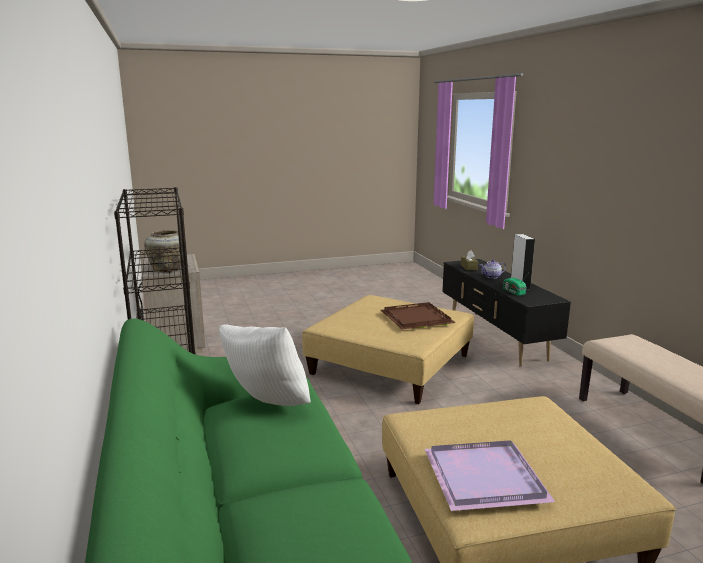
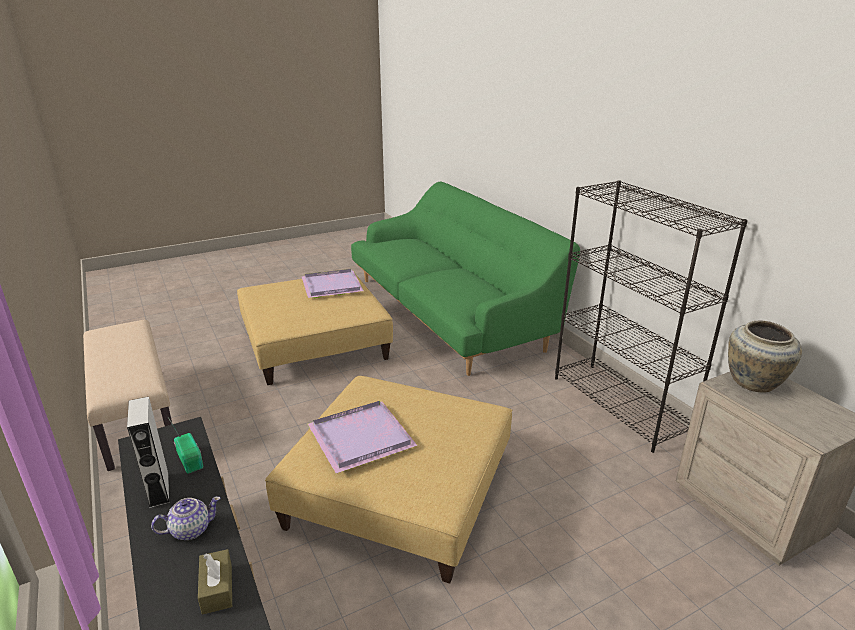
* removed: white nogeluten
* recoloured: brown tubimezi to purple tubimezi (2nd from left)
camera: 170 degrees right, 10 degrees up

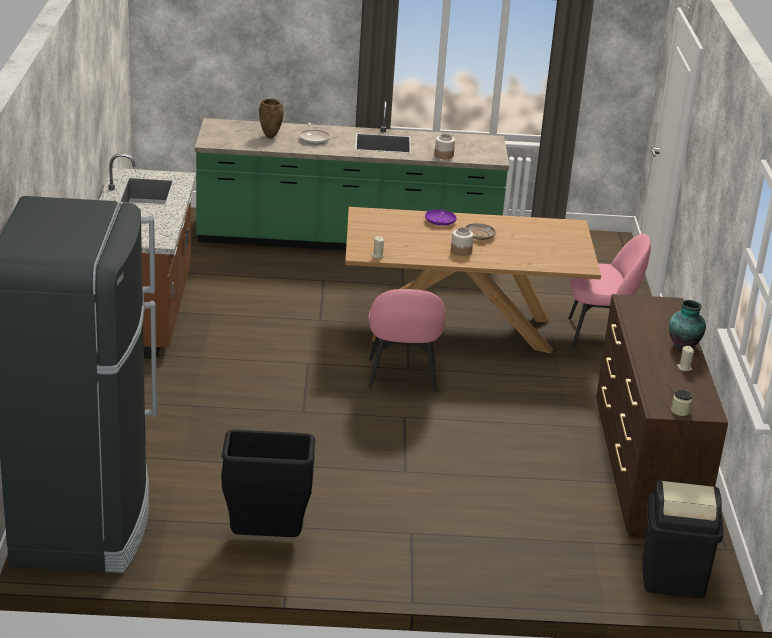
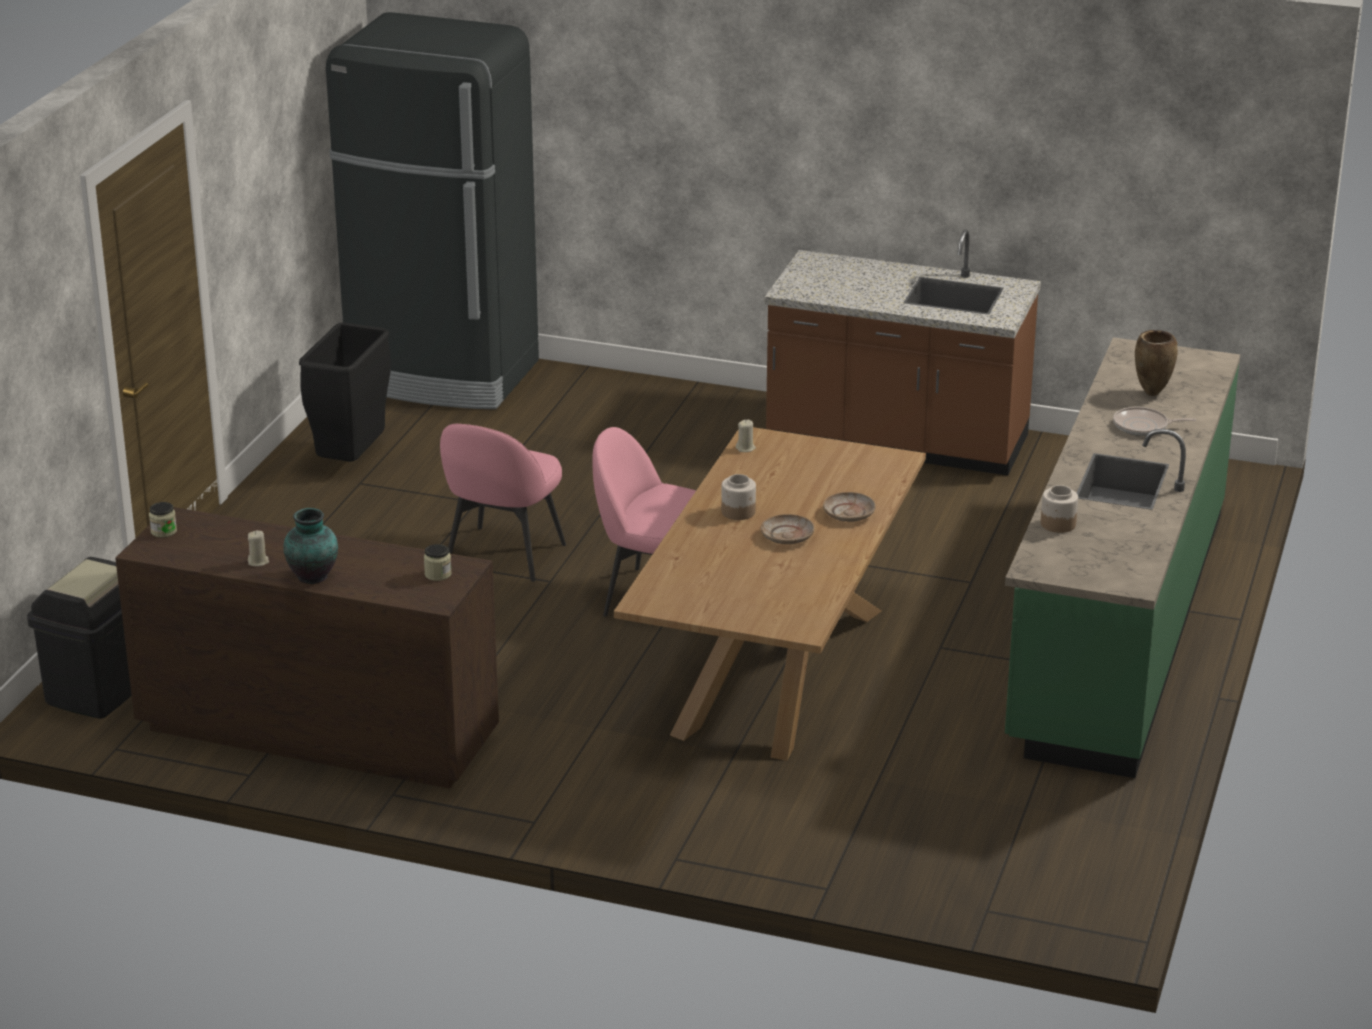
* recoloured: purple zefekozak to beige zefekozak (2nd from left)
* moved: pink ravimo (2nd from left in the first image) to pink ravimo (1st from left)
* added: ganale (2nd from left)
camera: 110 degrees right, 0 degrees up

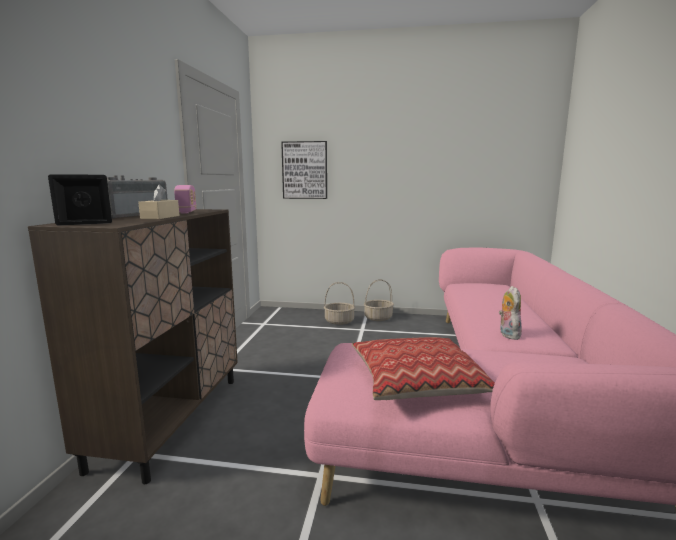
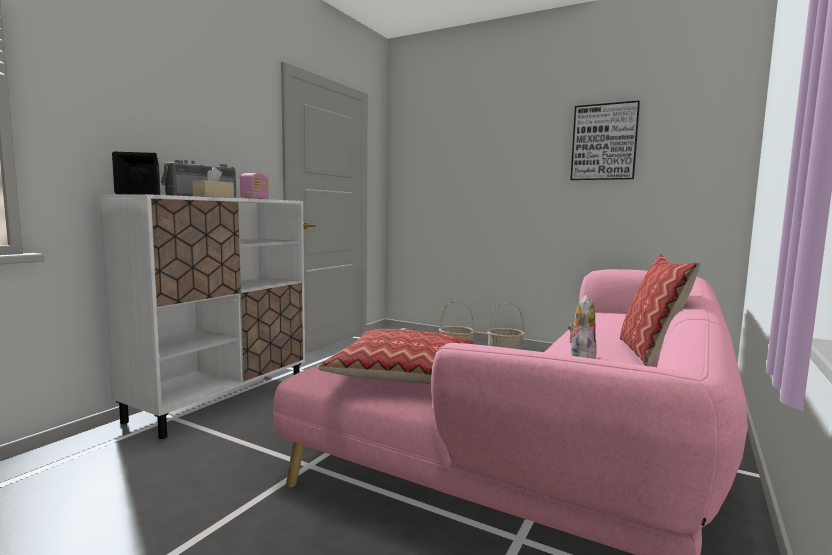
* recoloured: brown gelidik to white gelidik
* moved: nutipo
* added: nogeluten (2nd from left)
camera: 20 degrees right, 5 degrees down

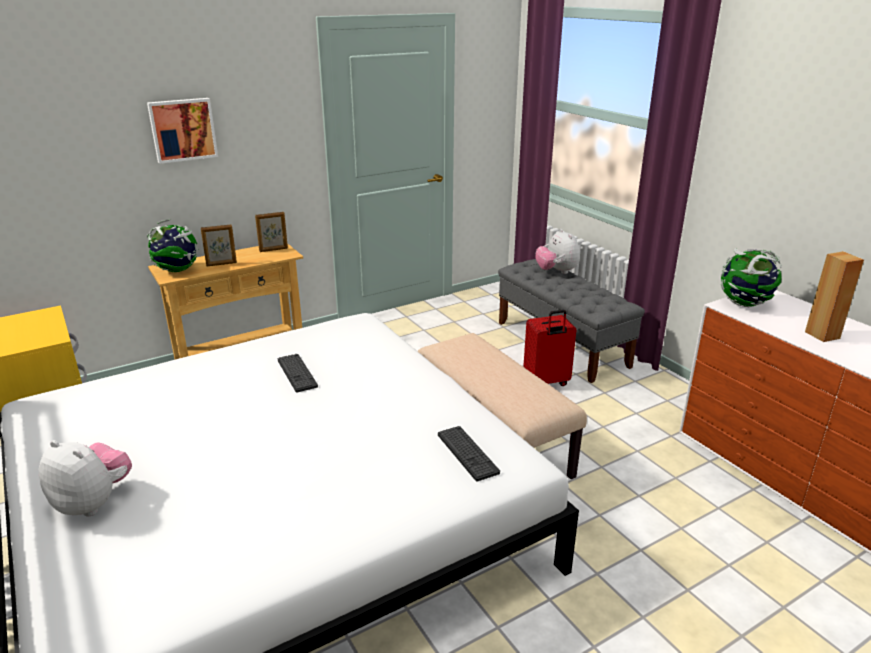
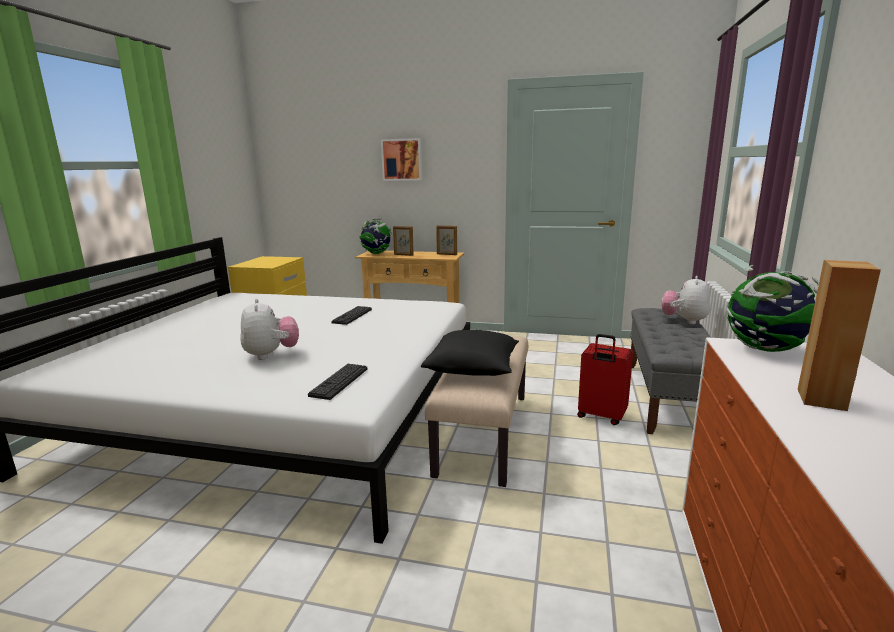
* moved: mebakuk (1st from left)
* added: black nogeluten
camera: 45 degrees right, 10 degrees down

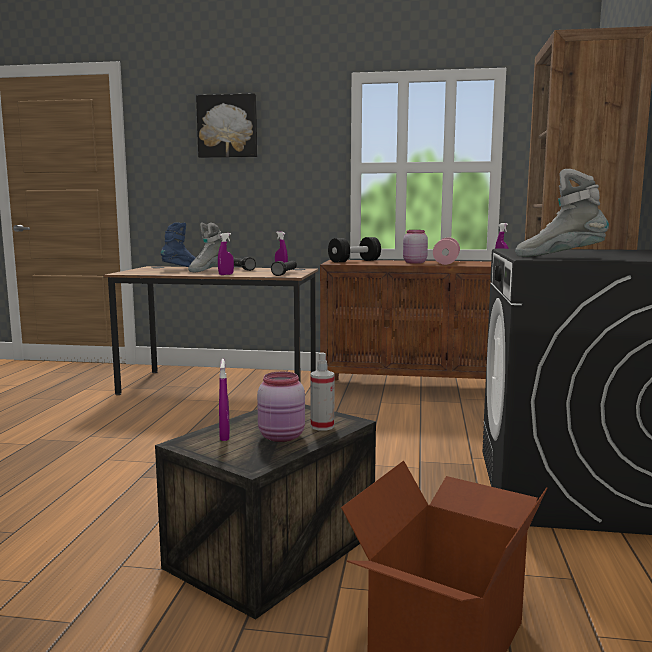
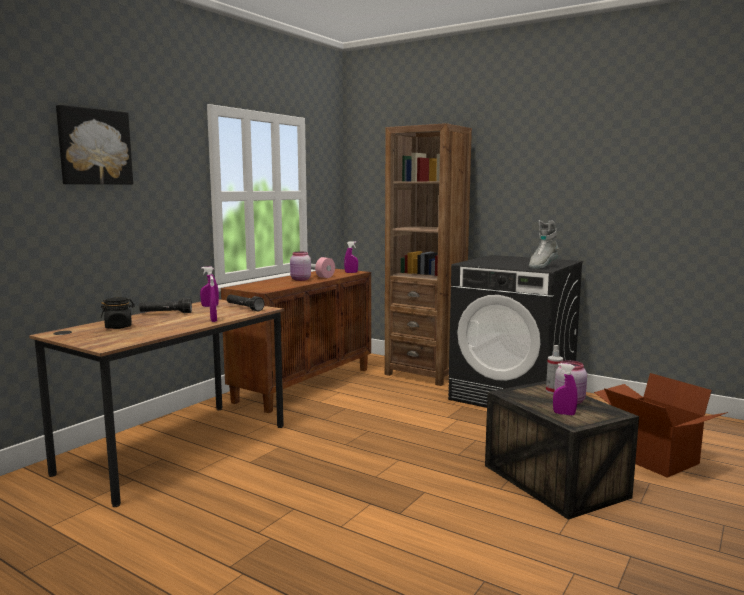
* replaced: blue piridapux to black ganale
* removed: grey piridapux (1st from left)
* removed: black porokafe
camera: 65 degrees left, 0 degrees up

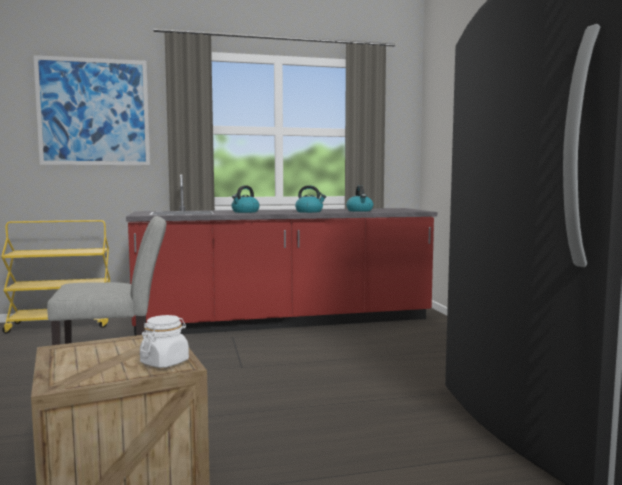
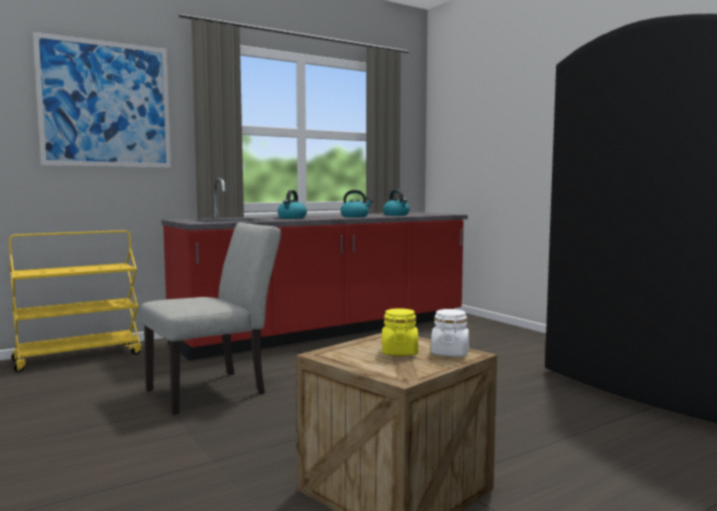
* added: yellow ganale
camera: 20 degrees left, 0 degrees up

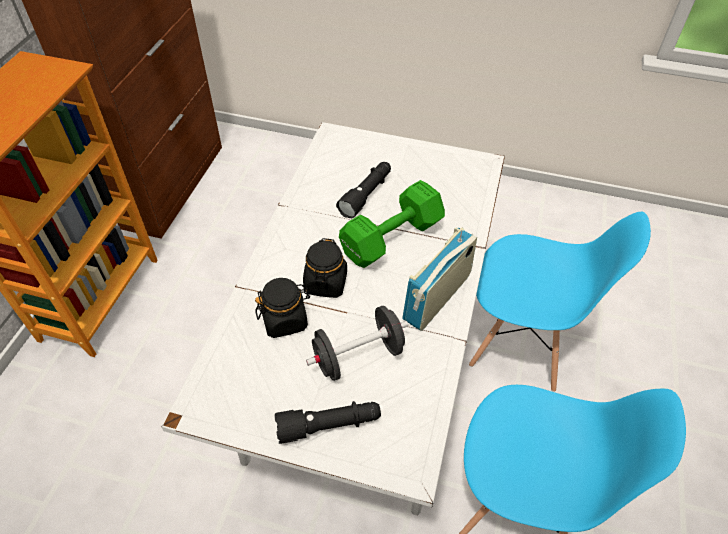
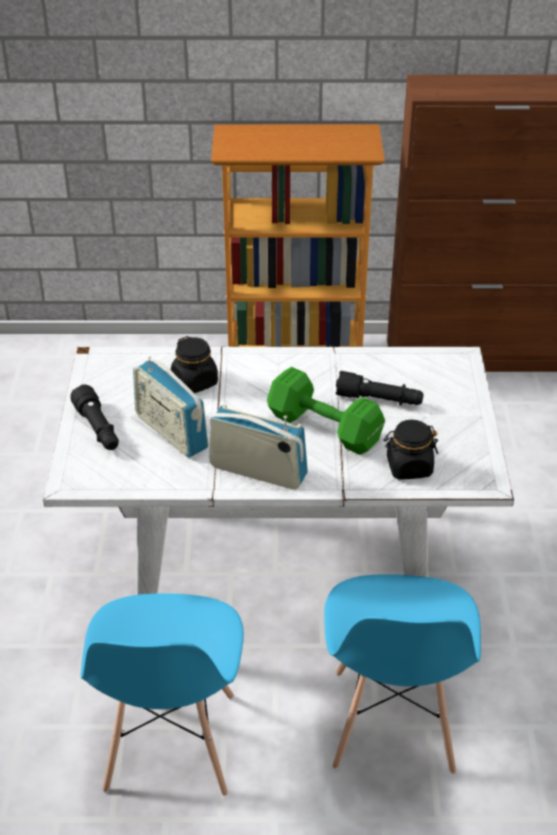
* moved: black ganale (2nd from left)
* replaced: black porokafe to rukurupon (1st from left)
camera: 75 degrees right, 10 degrees down

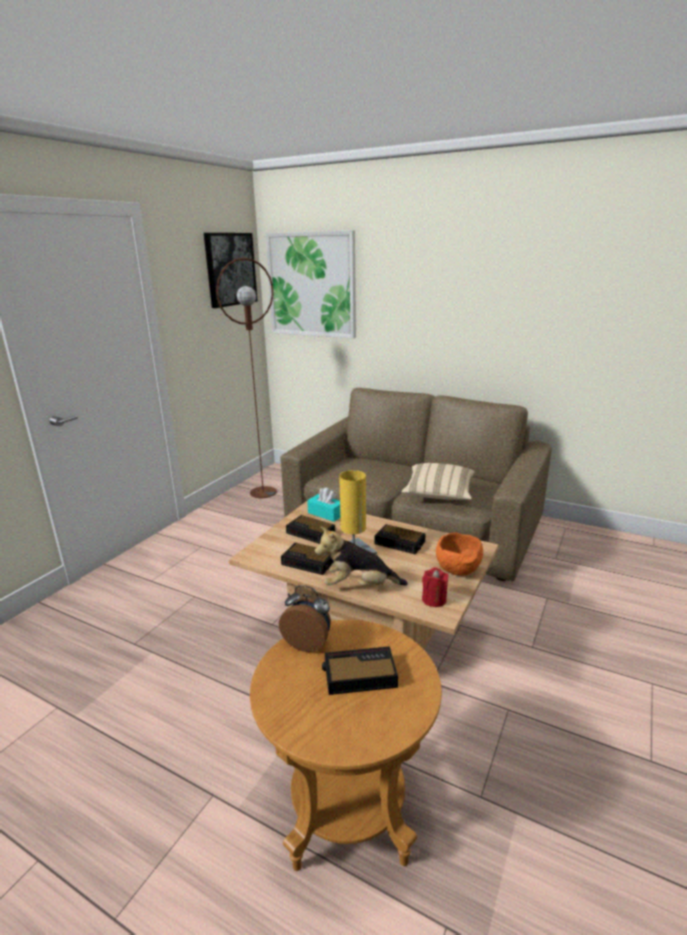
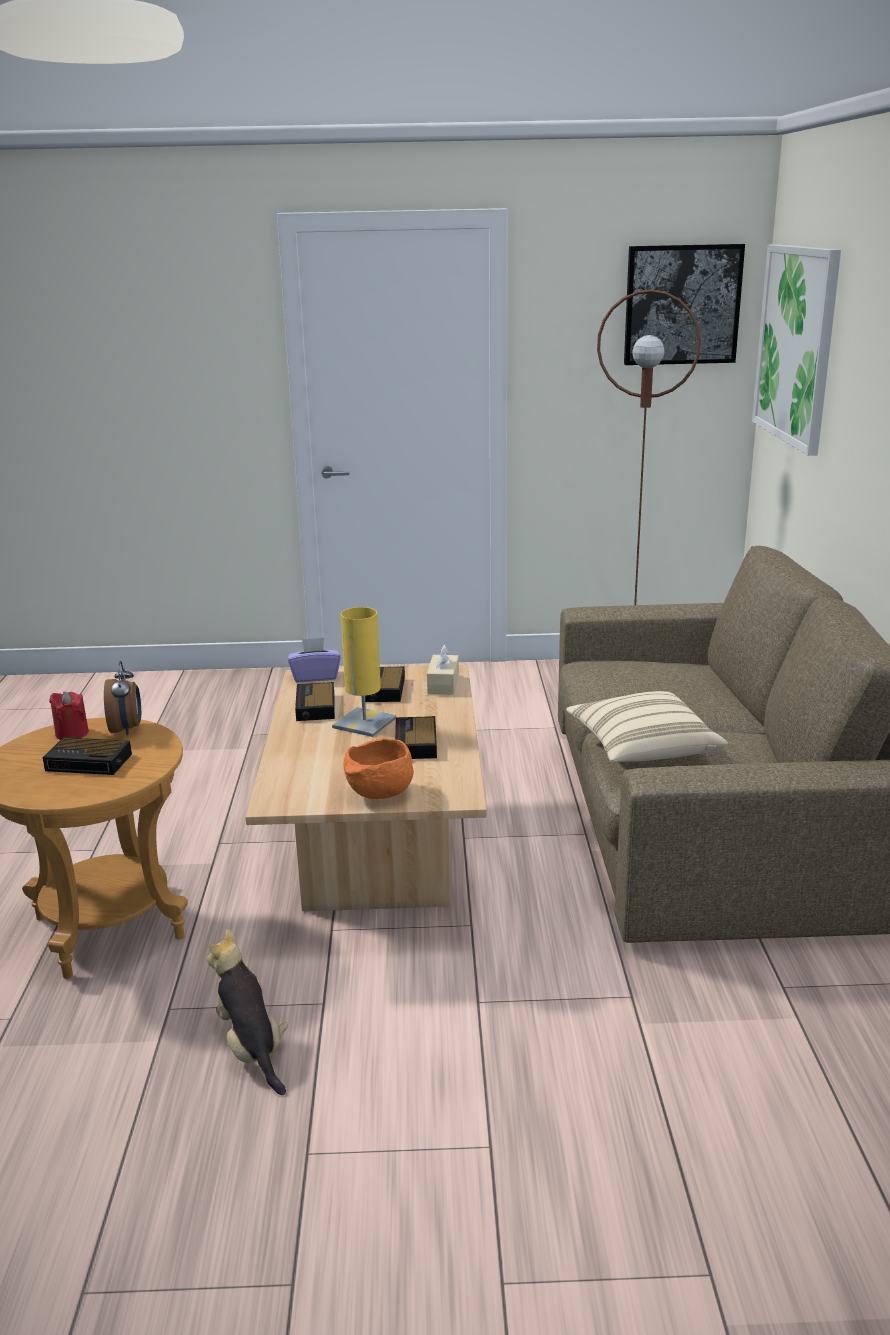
* recoloured: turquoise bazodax to beige bazodax
* moved: mebakuk
* turned: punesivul (4th from left in the first image) 135 degrees clockwise
* moved: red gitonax
* added: purple bazodax
camera: 60 degrees right, 0 degrees up

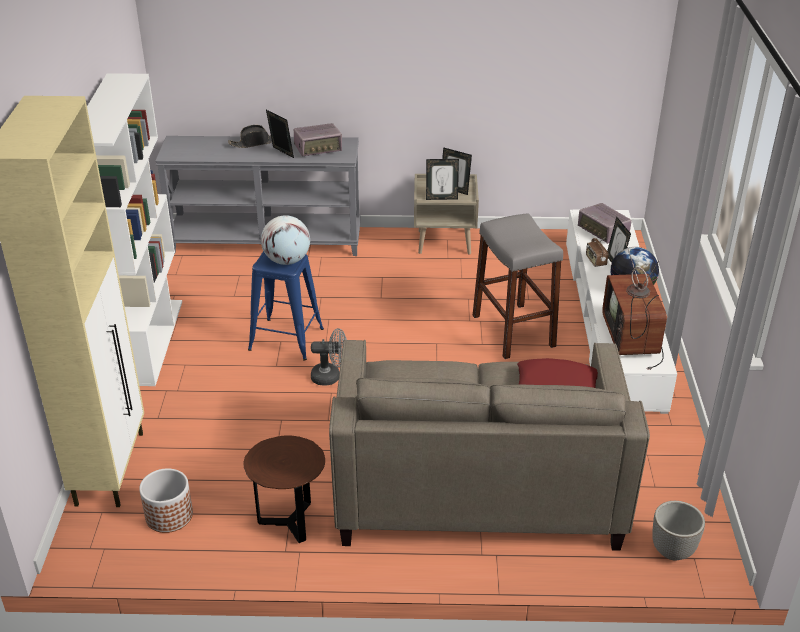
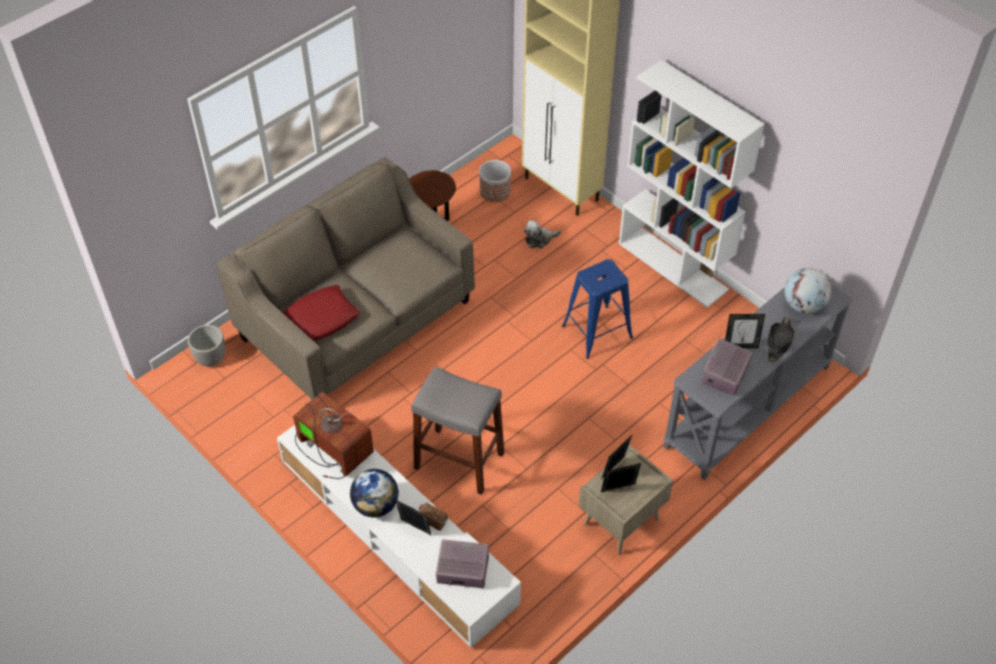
* moved: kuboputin (1st from left in the first image) to kuboputin (2nd from left)
* removed: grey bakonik
* added: mebakuk
camera: 135 degrees right, 15 degrees up

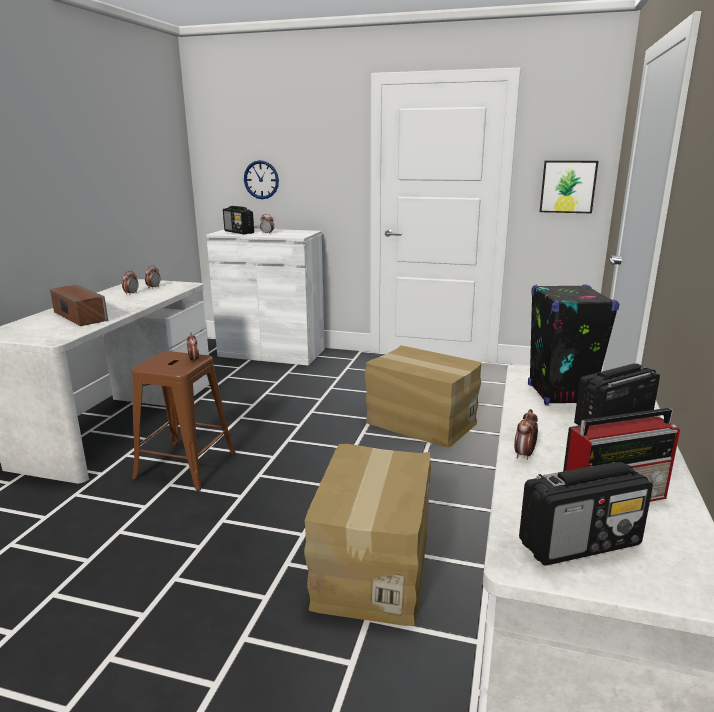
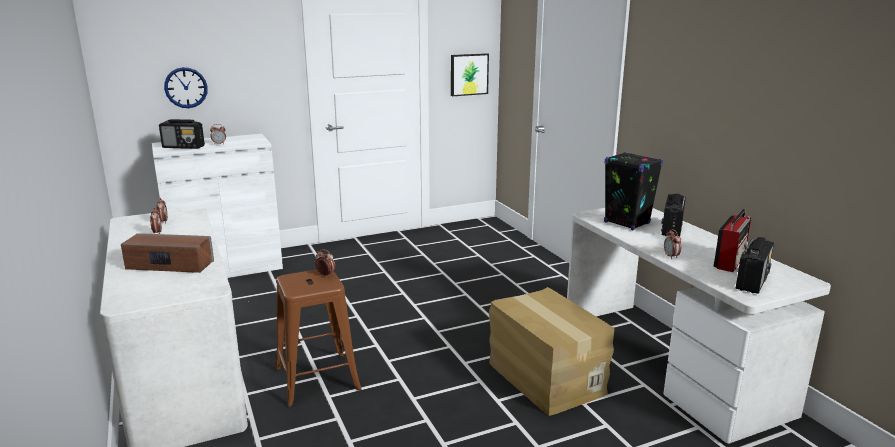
* removed: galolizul (2nd from left)
camera: 40 degrees left, 0 degrees up

